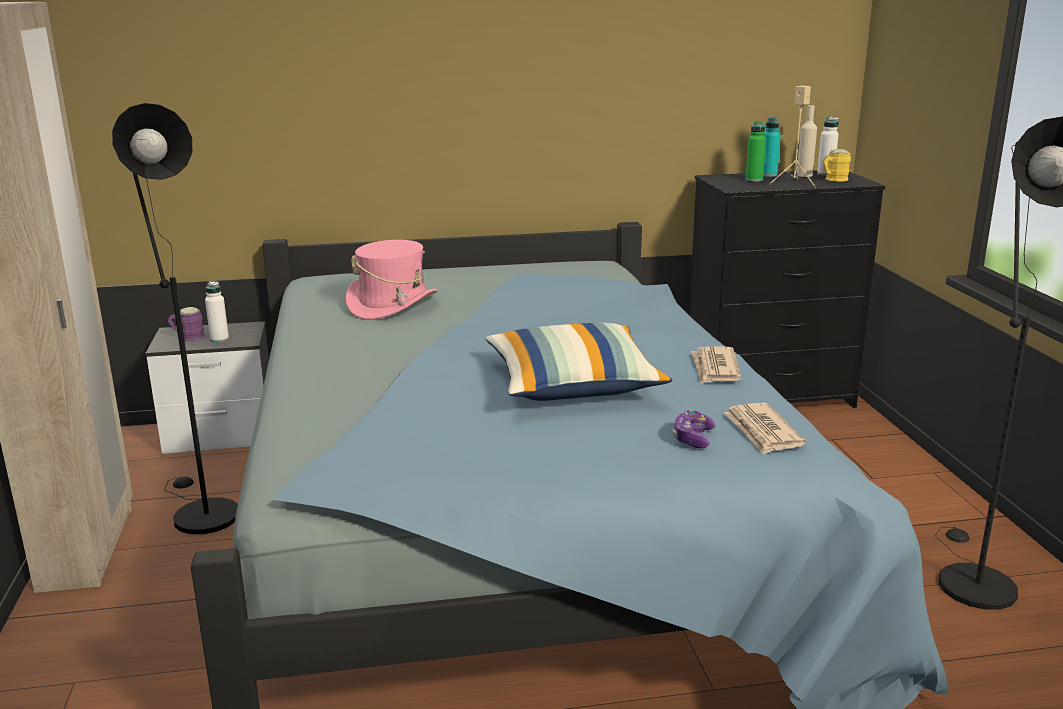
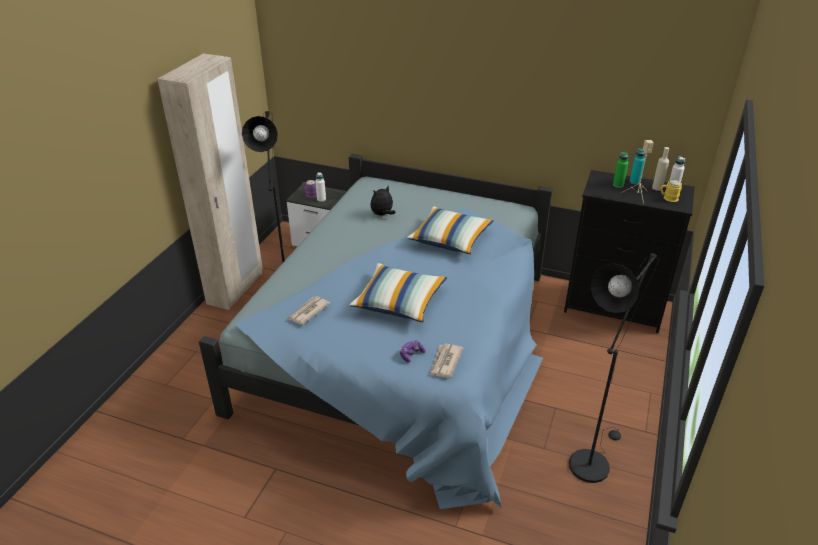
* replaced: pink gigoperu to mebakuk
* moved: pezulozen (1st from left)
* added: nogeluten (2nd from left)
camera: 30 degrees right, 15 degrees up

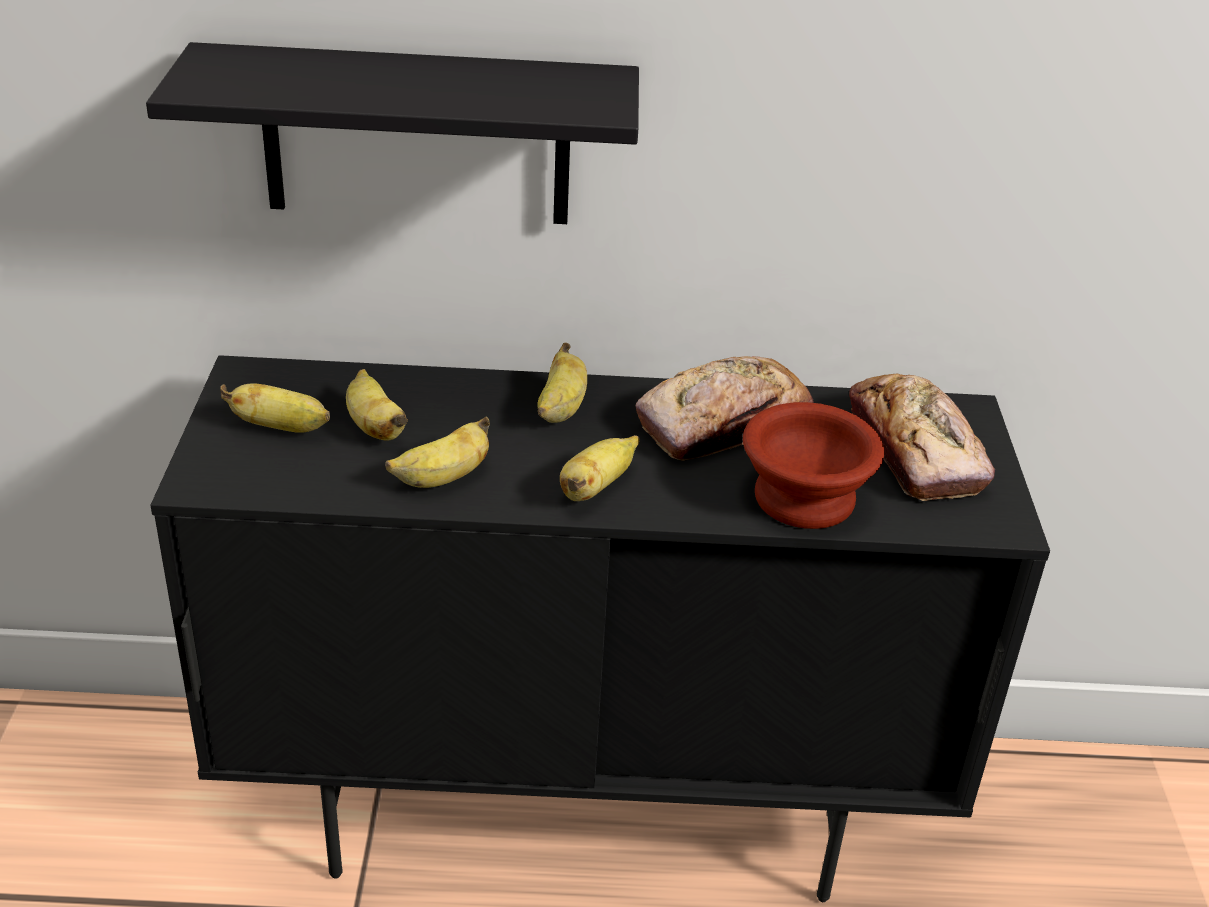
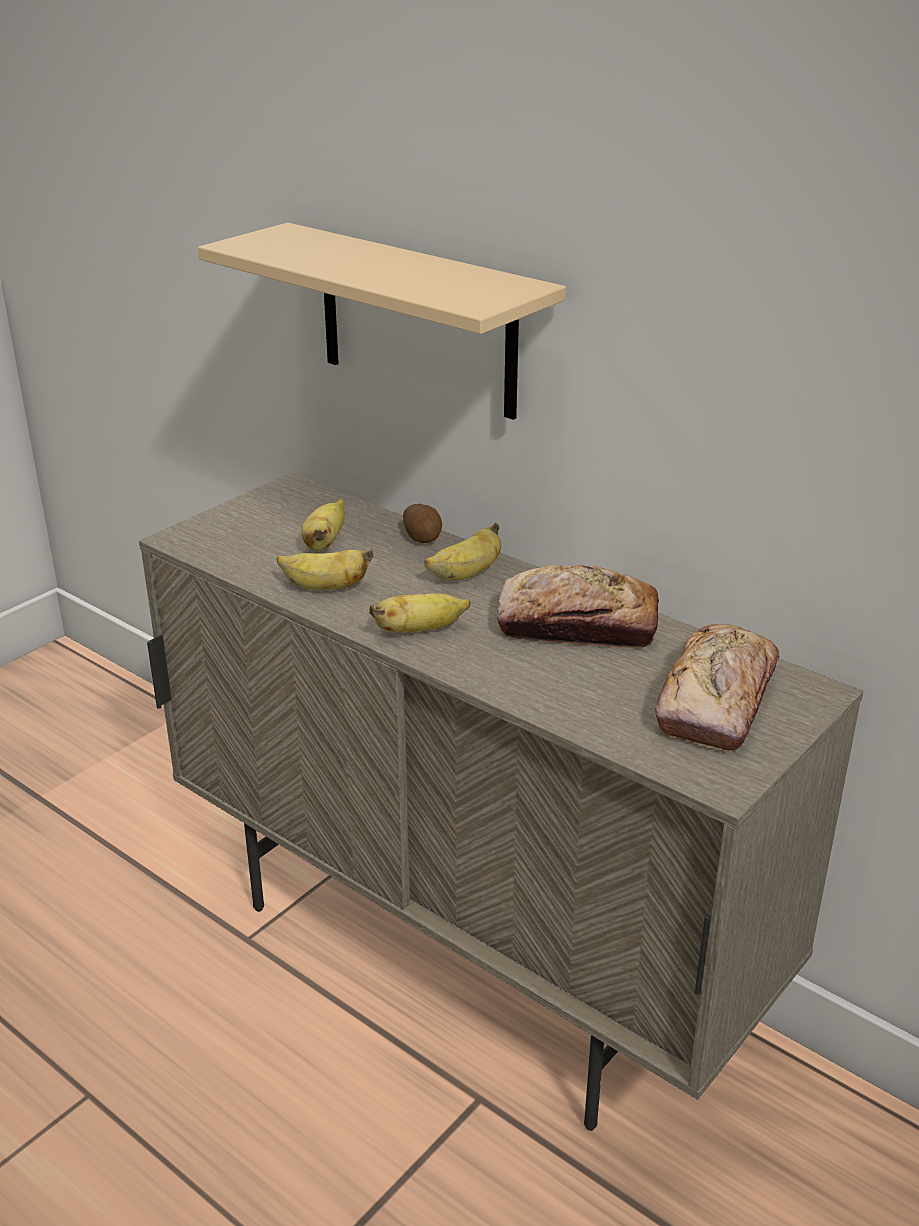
* recoloured: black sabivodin to beige sabivodin
* recoloured: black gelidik to beige gelidik
* removed: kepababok (1st from left)
* removed: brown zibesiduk
* added: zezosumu
camera: 40 degrees right, 5 degrees down

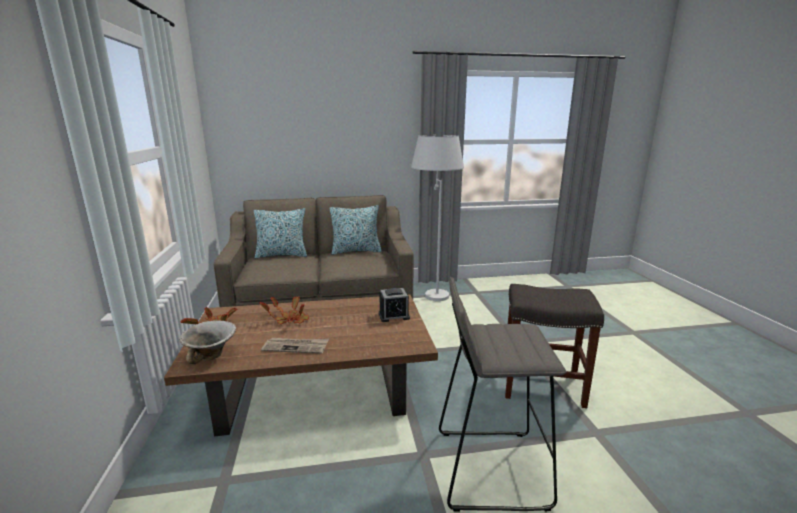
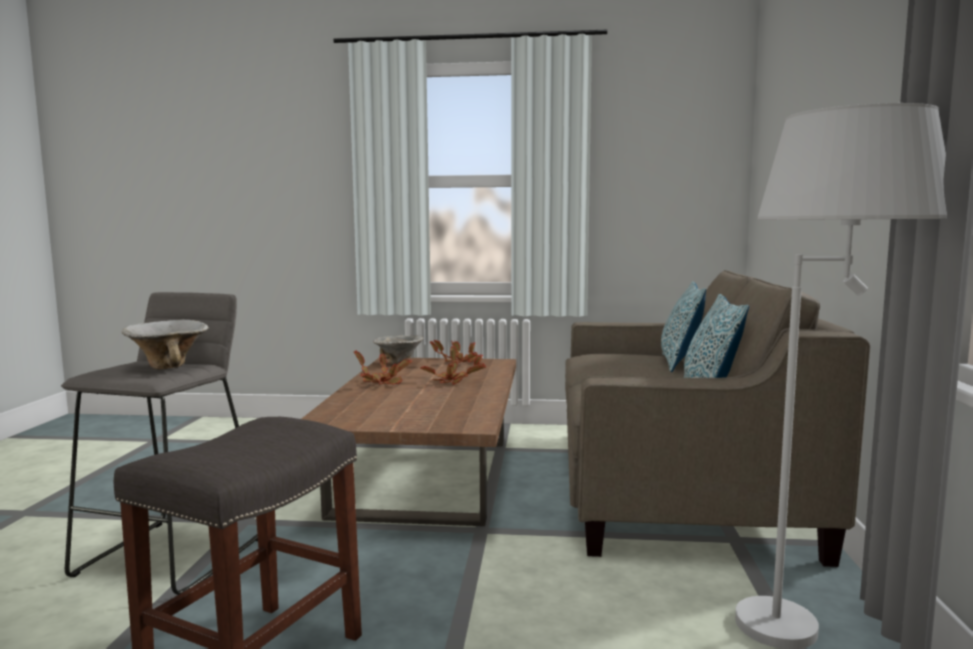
* replaced: pezulozen to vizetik (1st from left)
* removed: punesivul
* added: zibesiduk (1st from left)
camera: 105 degrees right, 10 degrees down

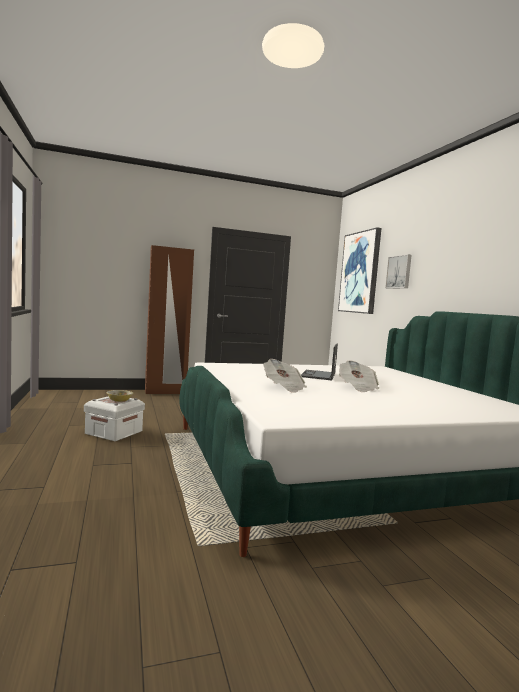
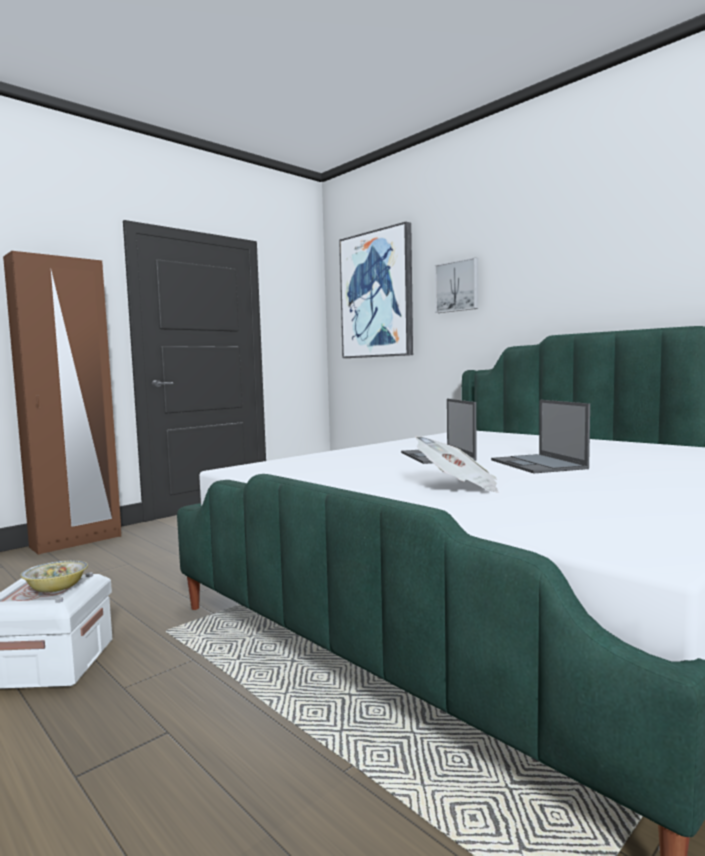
* replaced: pezulozen (2nd from left) to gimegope (2nd from left)
camera: 25 degrees left, 0 degrees up

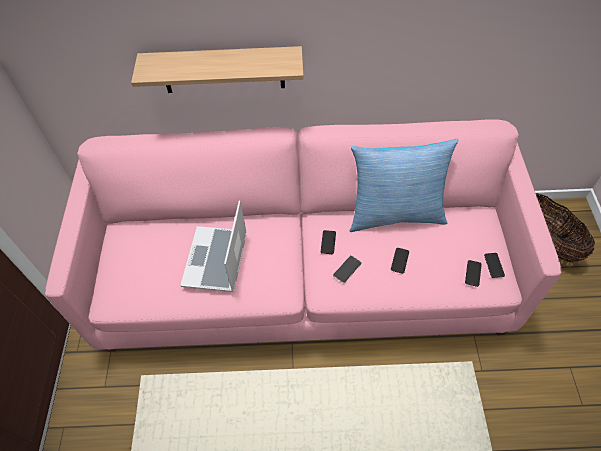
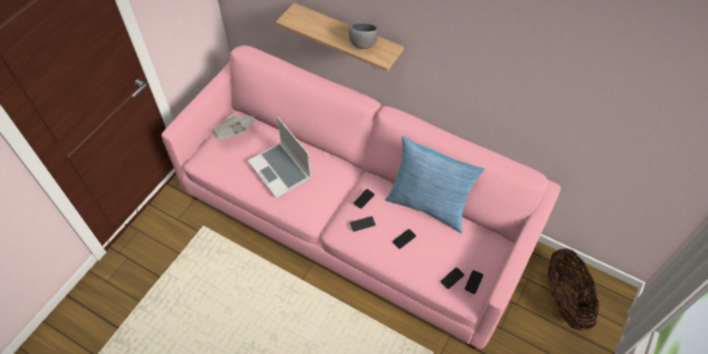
* turned: gimegope 75 degrees counterclockwise
* added: pezulozen
* added: grey zibesiduk
camera: 30 degrees right, 0 degrees up

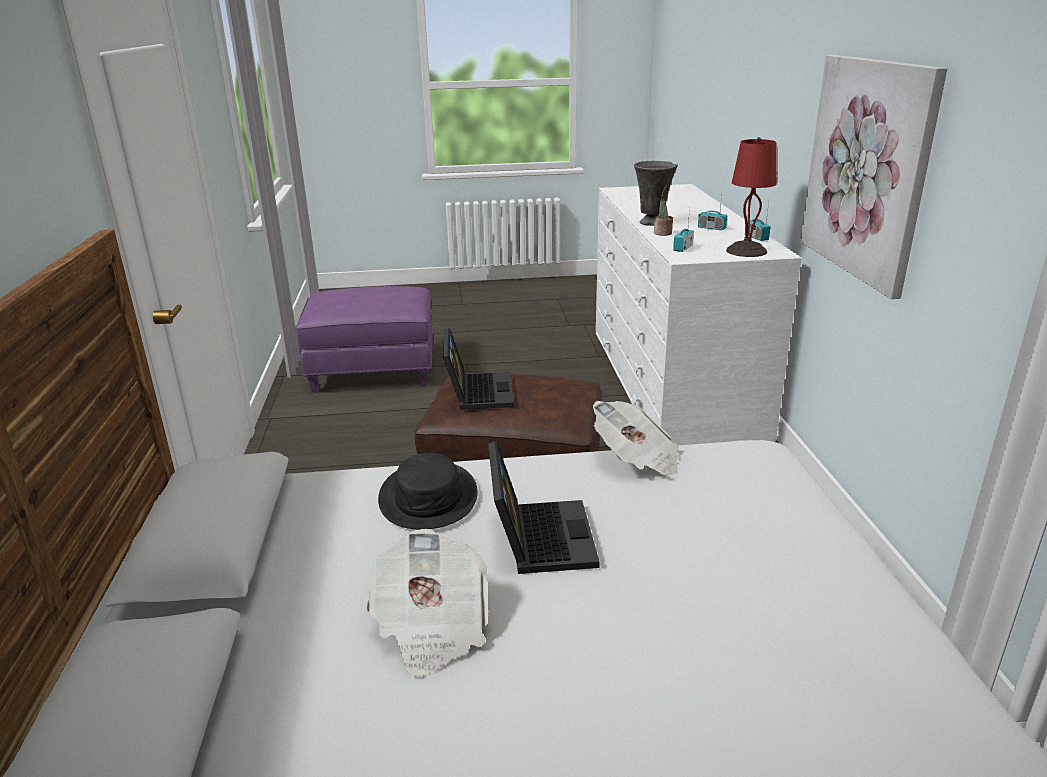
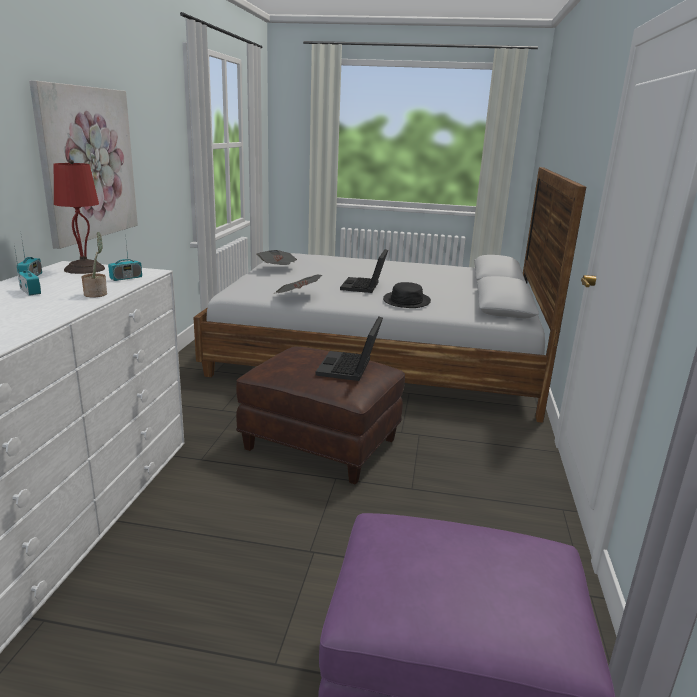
* moved: pezulozen (1st from left)
* removed: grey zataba
camera: 165 degrees left, 5 degrees down

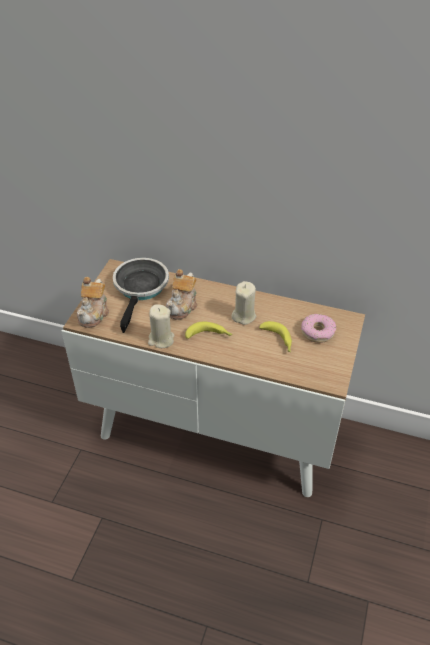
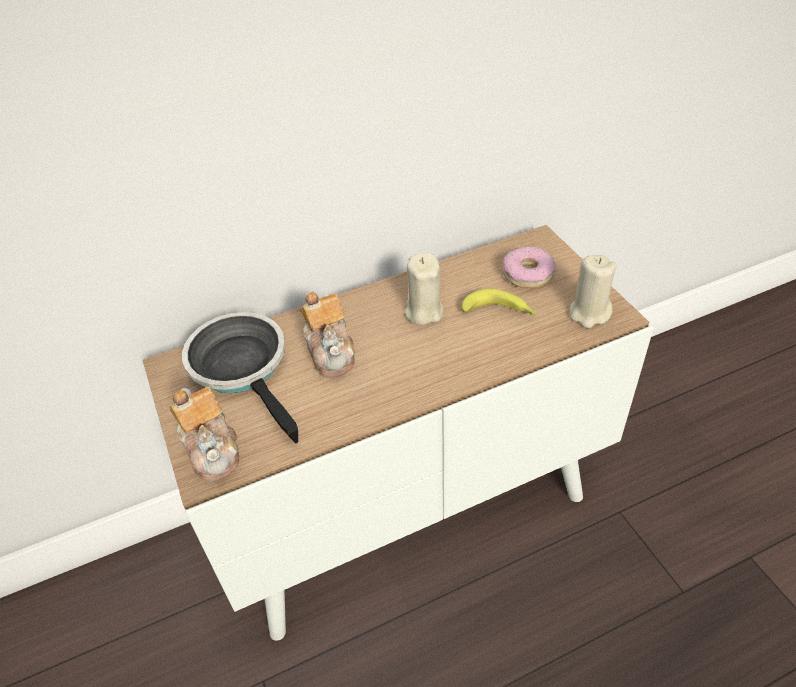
* moved: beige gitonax (1st from left in the first image) to beige gitonax (2nd from left)
* removed: kepababok (1st from left)
camera: 40 degrees left, 0 degrees up

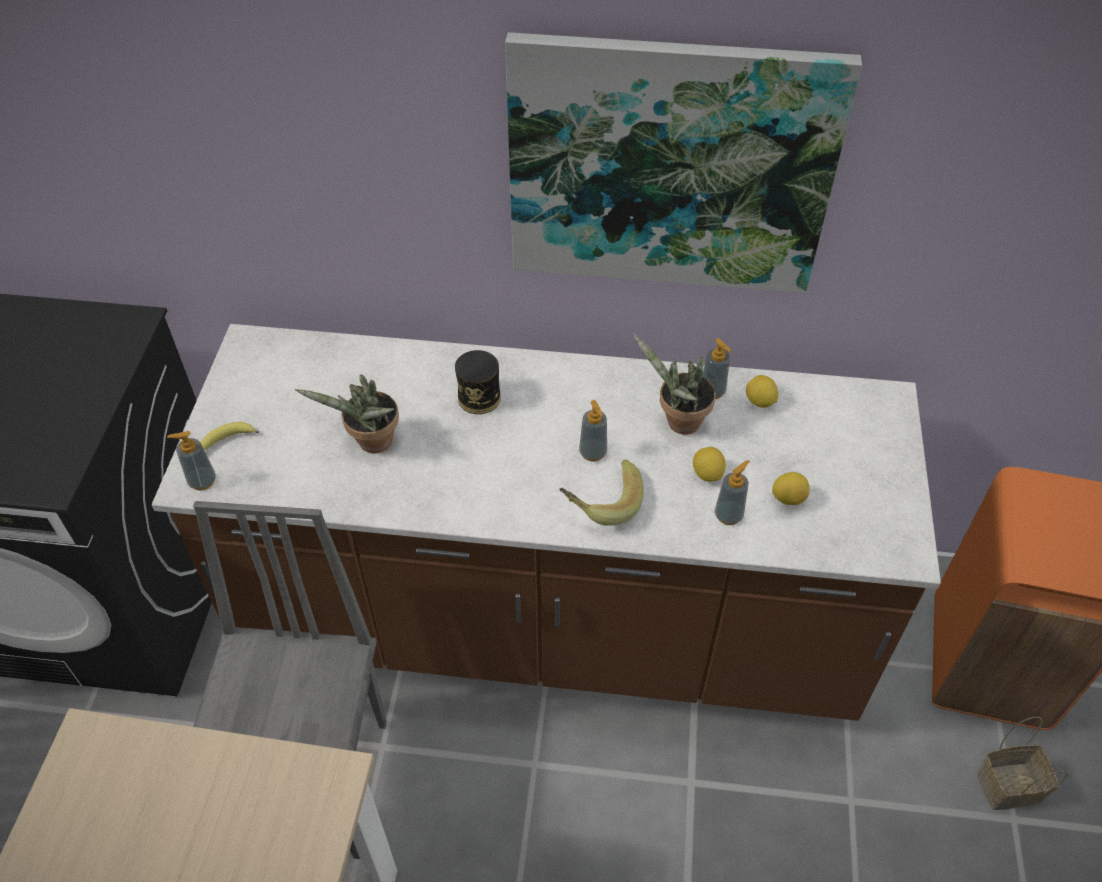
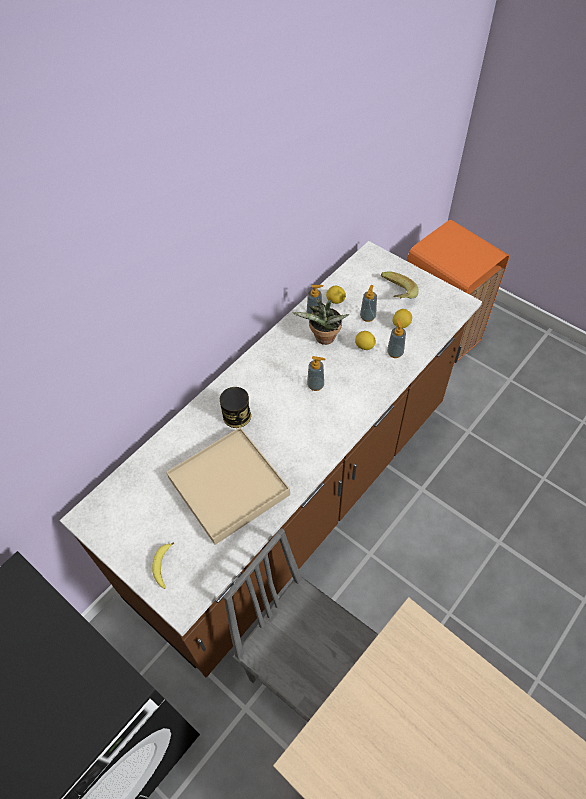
* moved: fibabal (1st from left in the first image) to fibabal (3rd from left)
* replaced: vizetik (1st from left) to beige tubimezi
* removed: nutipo
* moved: kepababok (2nd from left)
* removed: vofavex
camera: 55 degrees left, 5 degrees up

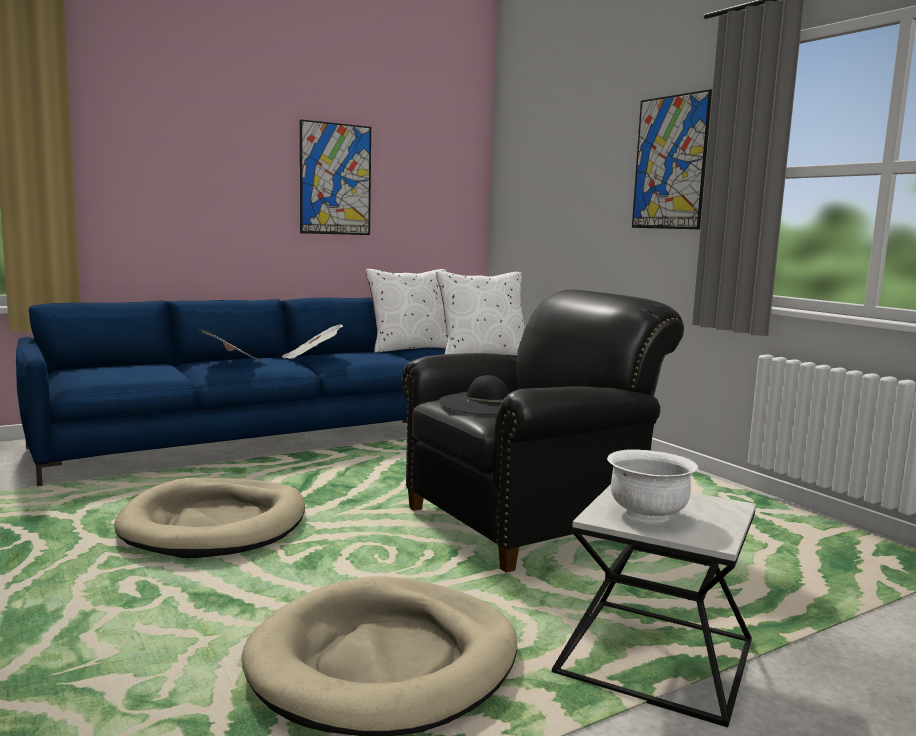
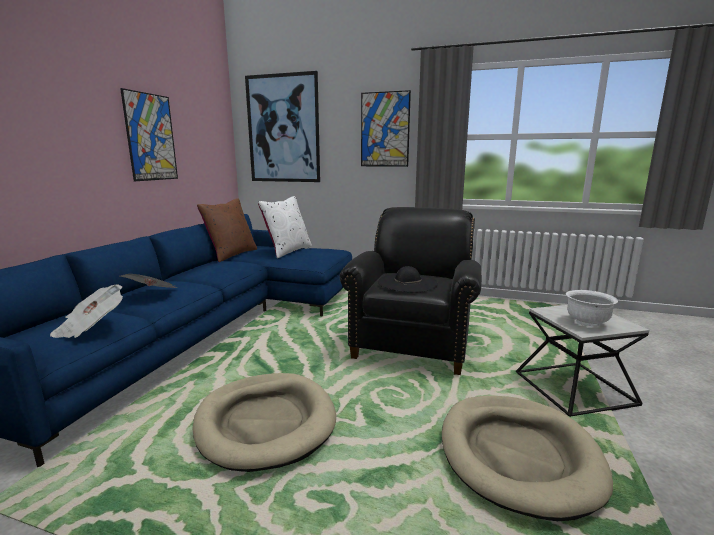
* moved: pezulozen (2nd from left in the first image) to pezulozen (1st from left)
* recoloured: white nogeluten (1st from left) to brown nogeluten
* added: nutipo (2nd from left)
camera: 40 degrees left, 5 degrees up

